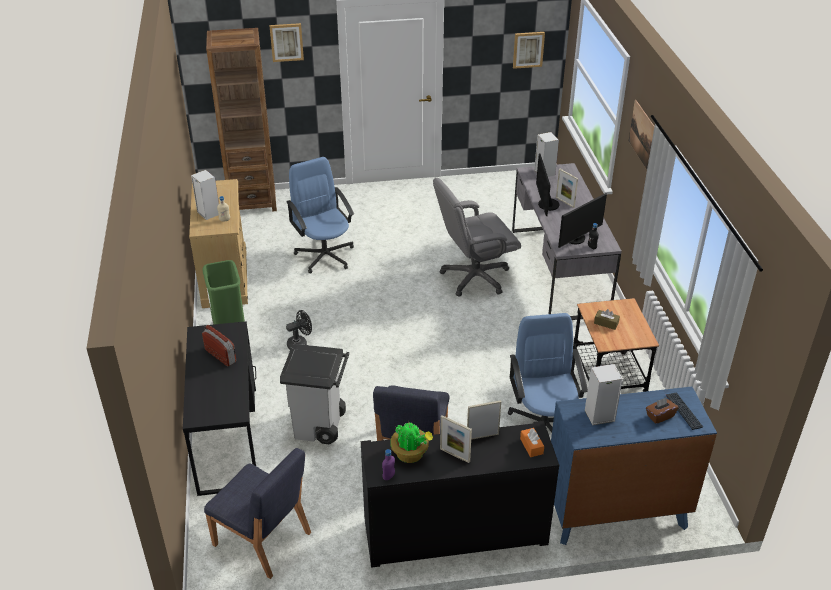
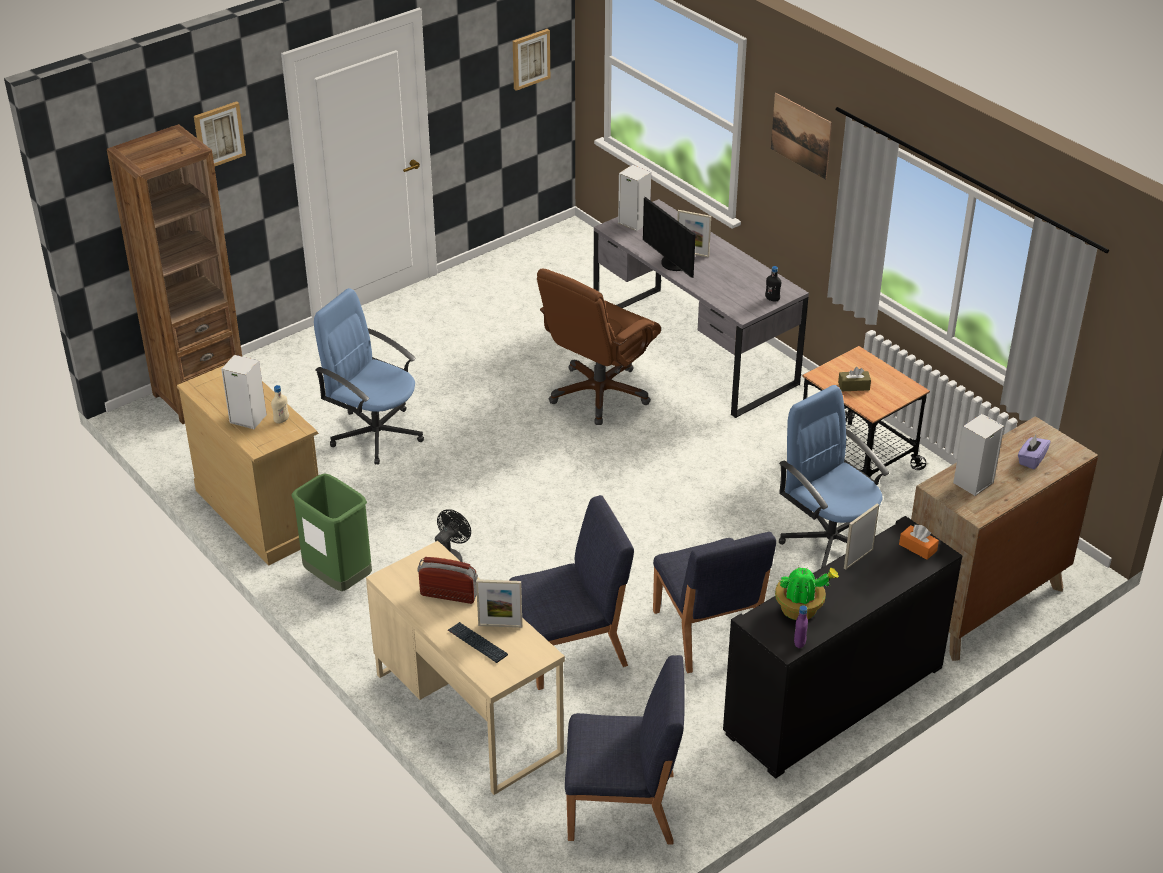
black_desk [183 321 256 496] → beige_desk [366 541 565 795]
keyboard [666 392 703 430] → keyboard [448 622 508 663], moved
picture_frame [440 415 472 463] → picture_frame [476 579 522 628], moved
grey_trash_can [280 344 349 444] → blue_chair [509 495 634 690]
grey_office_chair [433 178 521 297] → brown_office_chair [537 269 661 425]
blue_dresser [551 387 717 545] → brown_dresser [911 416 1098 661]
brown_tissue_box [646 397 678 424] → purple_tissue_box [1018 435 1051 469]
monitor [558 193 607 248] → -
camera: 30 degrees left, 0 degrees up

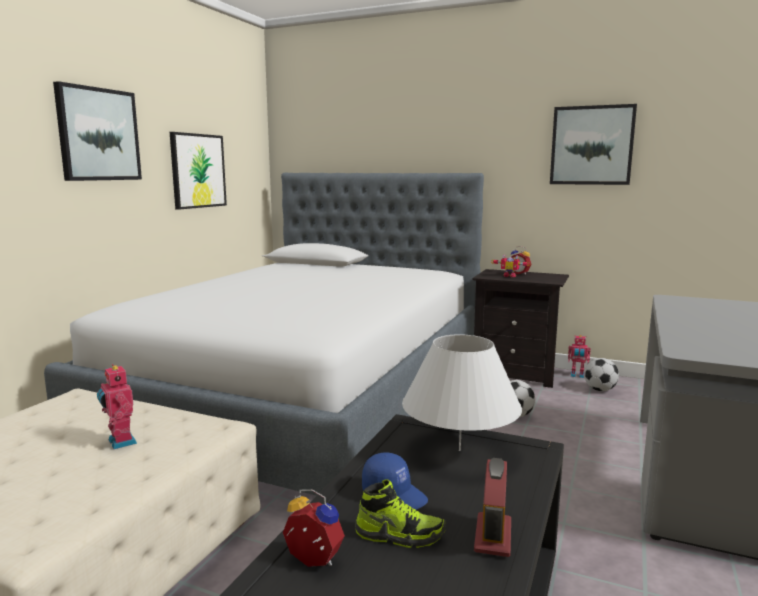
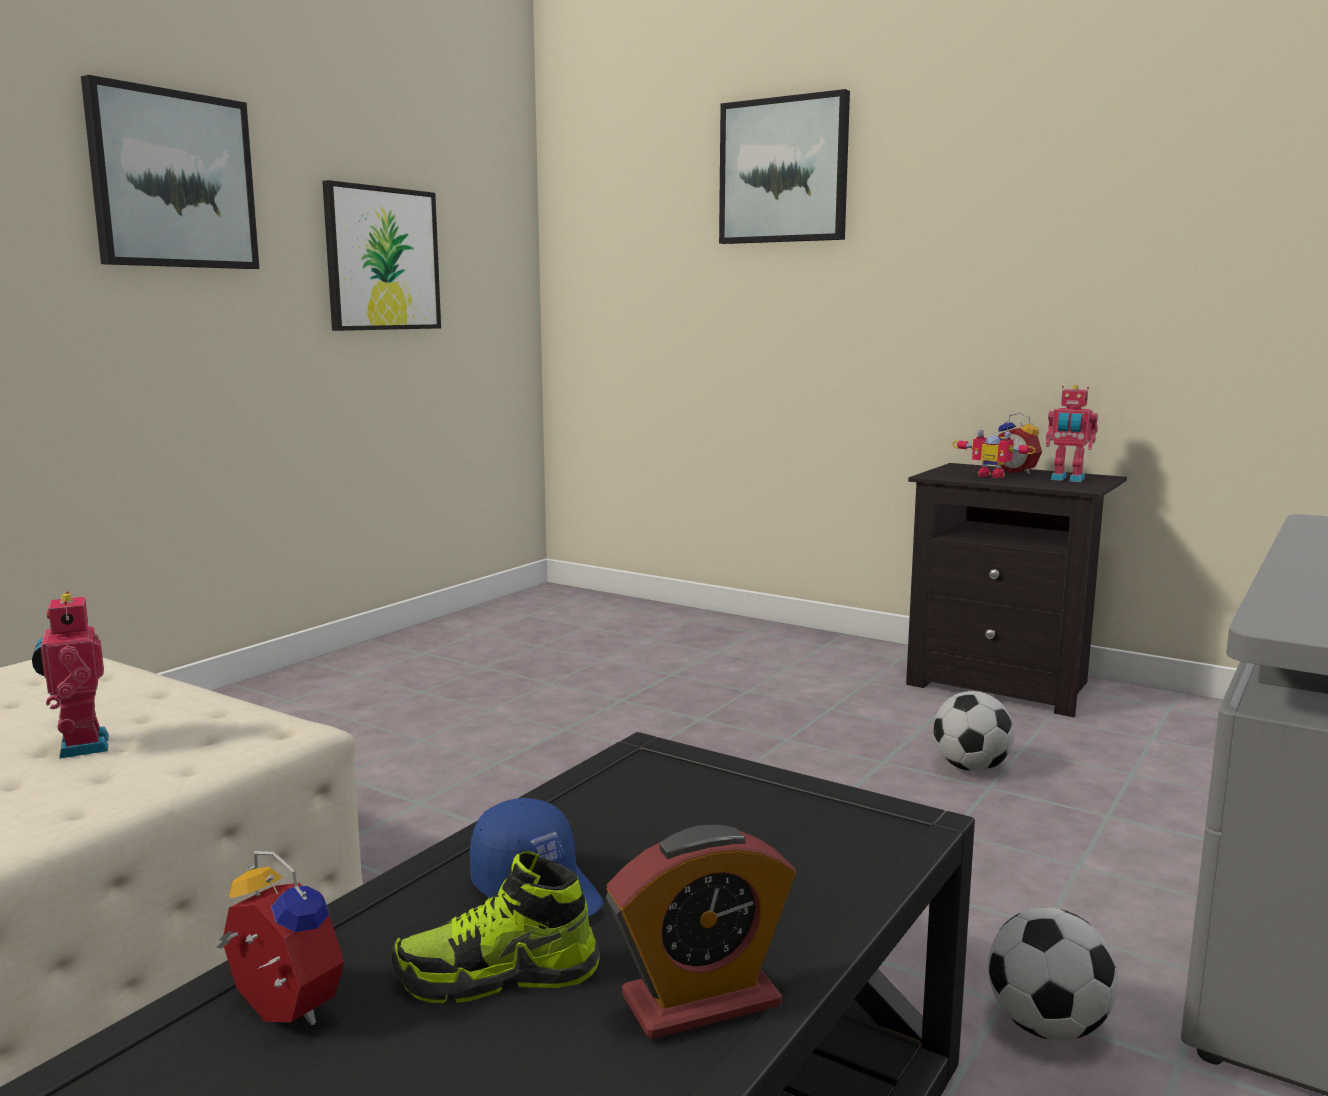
shoe [355 479 446 548] → shoe [391 851 600 1003], 150 degrees clockwise
alarm_clock [474 458 511 557] → alarm_clock [606 825 796 1039], 45 degrees clockwise
picture [550 104 637 185] → picture [719 89 850 244], moved
football [584 358 619 391] → football [988 907 1118 1041], moved
toy_robot [568 335 591 378] → toy_robot [1046 385 1098 482], moved
bed [44 173 484 496] → -
white_table_lamp [402 334 522 451] → -
camera: 10 degrees right, 0 degrees up

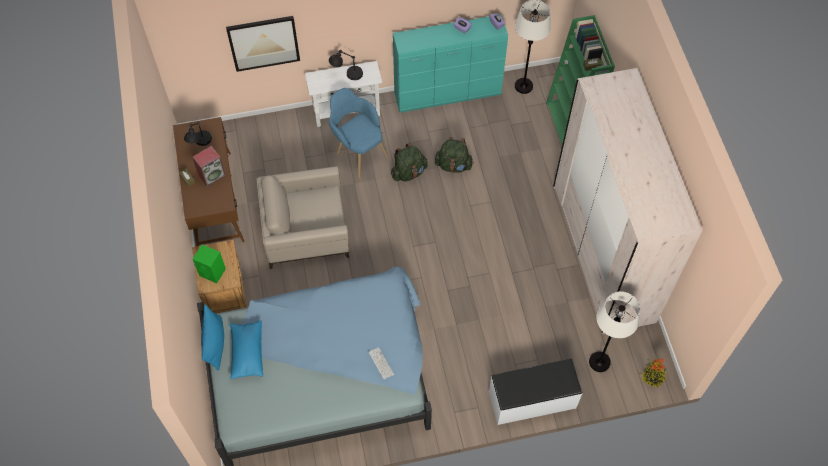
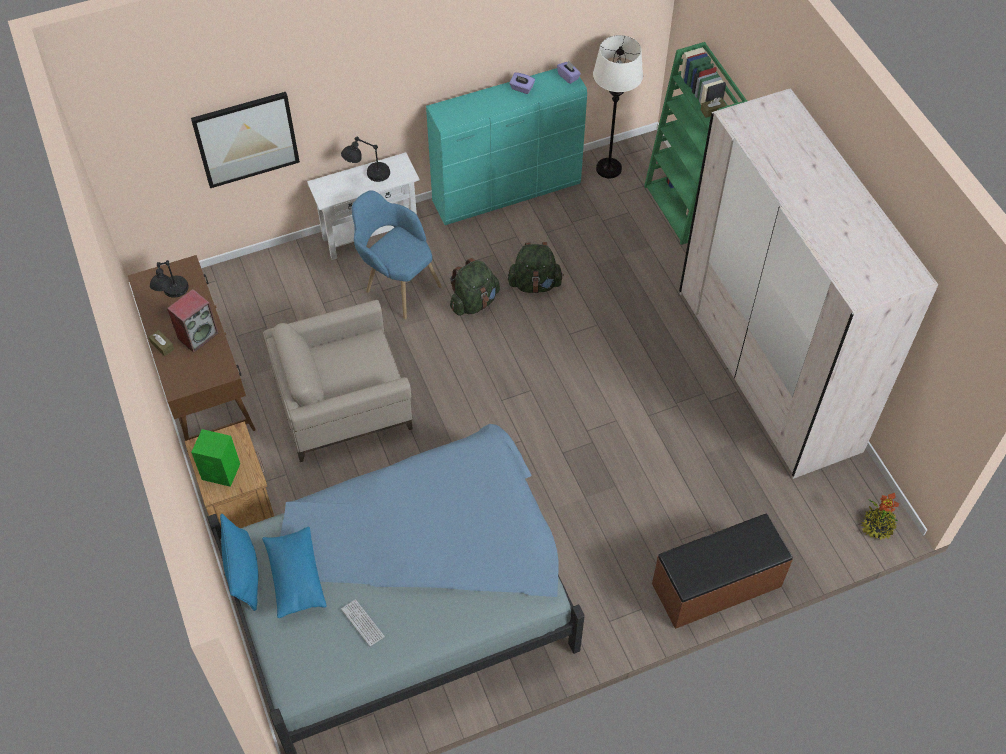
keyboard [369 347 394 379] → keyboard [341 599 385 646], moved
white_bench [489 359 583 425] → brown_bench [652 514 793 629]
white_floor_lamp [589 291 640 372] → -
camera: 10 degrees left, 5 degrees down

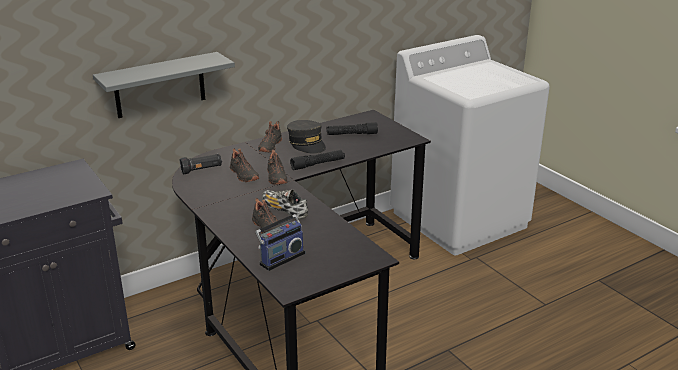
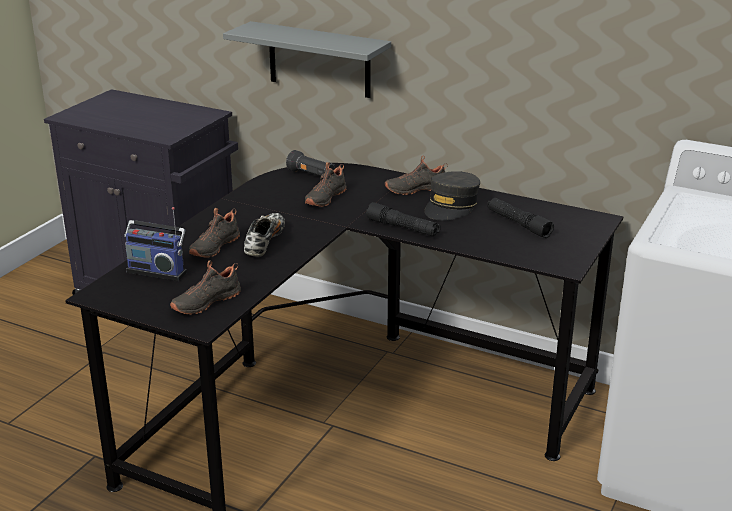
black_shoe [267 149 288 185] → black_shoe [170 260 241 315], moved
camera: 60 degrees right, 0 degrees up

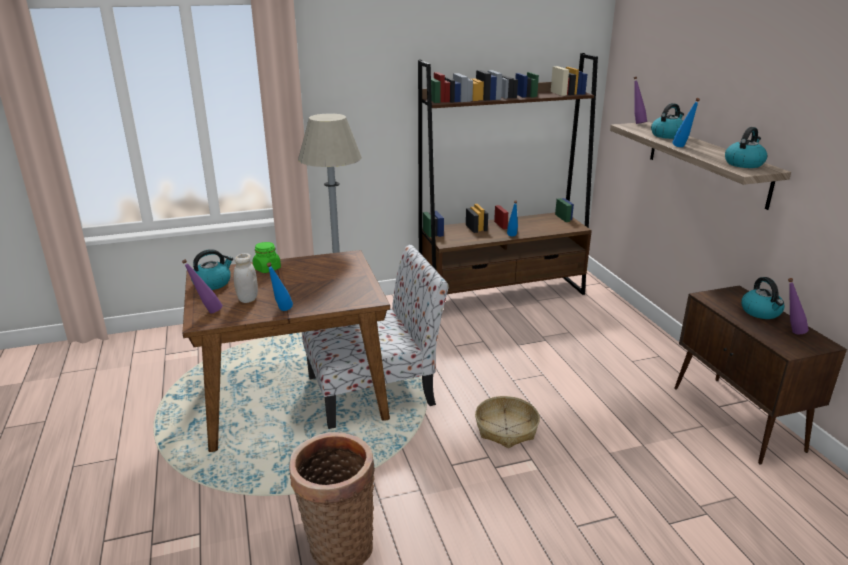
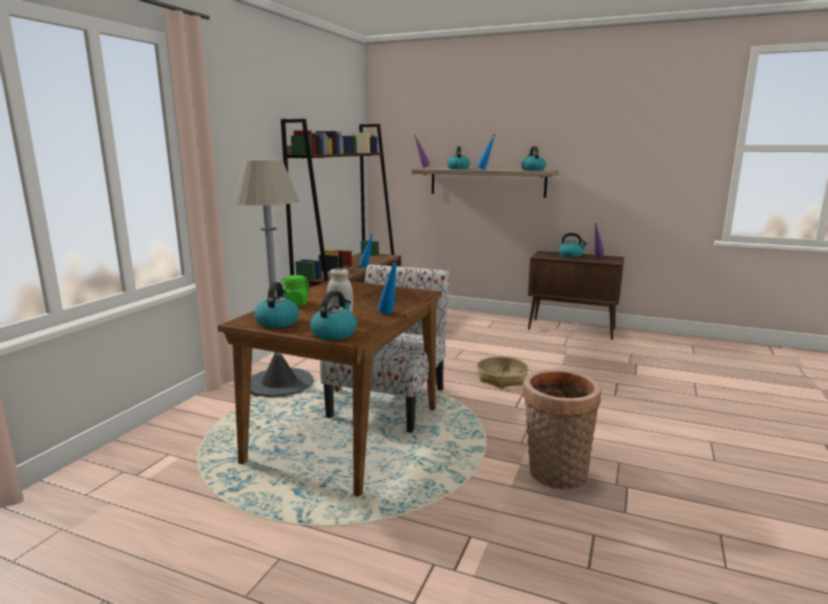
purple_bottle [182 259 223 313] → kettle [310 291 357 340]
camera: 50 degrees left, 10 degrees down

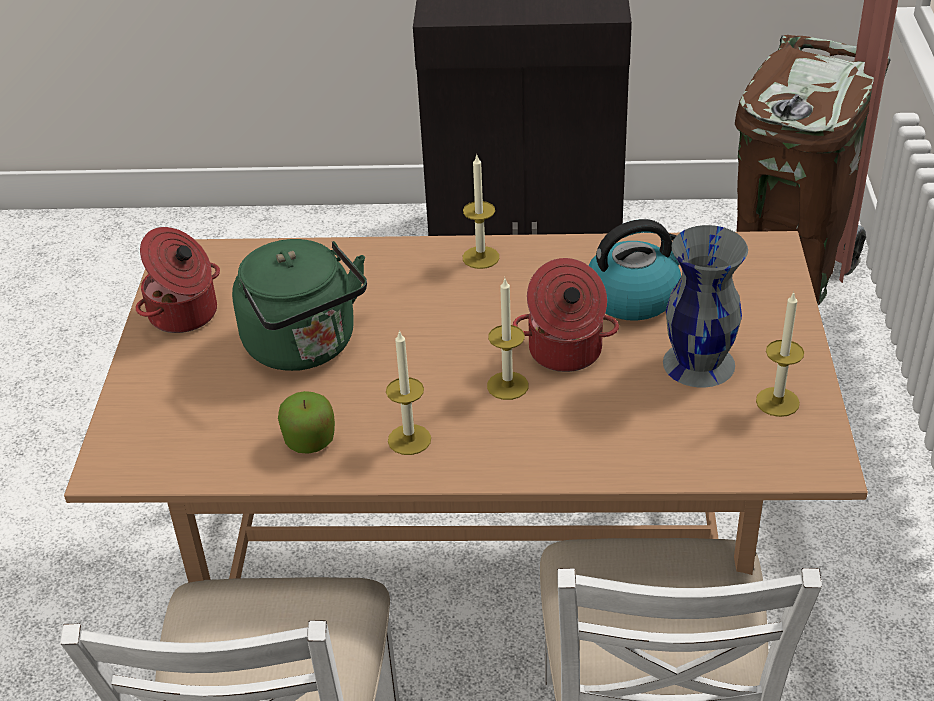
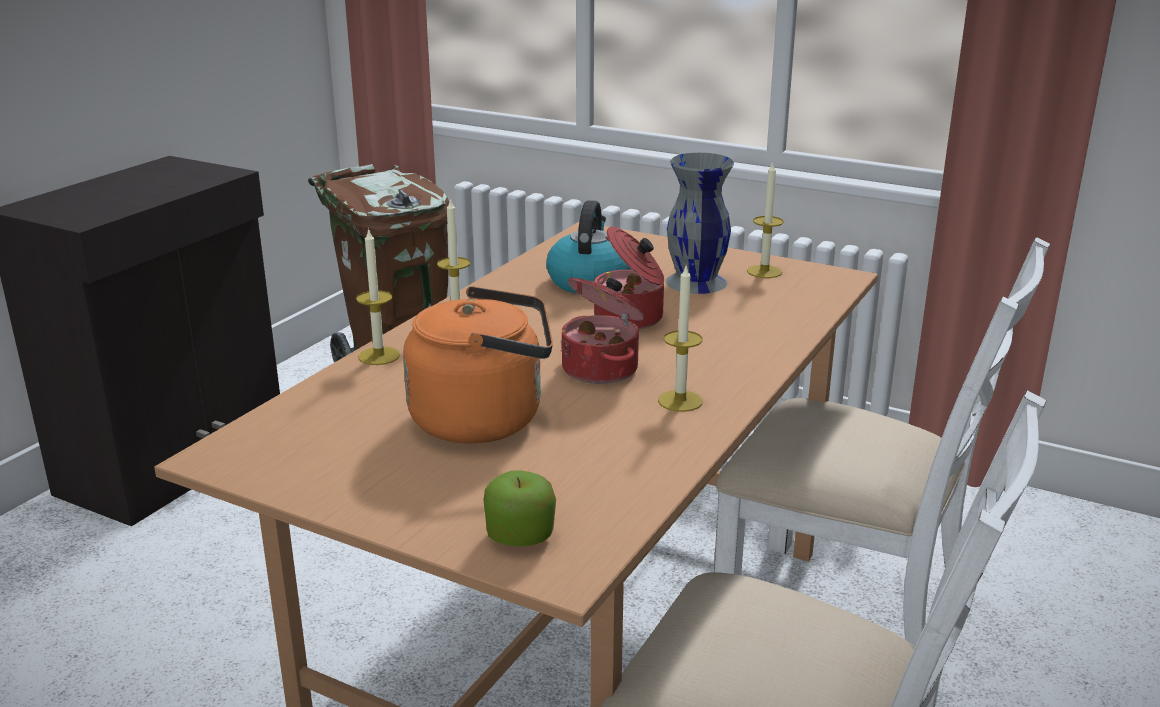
candle [487 279 528 400] → candle [356 228 400 365], moved
green_kettle [232 239 367 371] → orange_kettle [403 286 553 444]
apple [278 391 335 454] → apple [483 470 556 547], moved
cooking_pot [136 227 220 333] → cooking_pot [561 278 645 384], moved
camera: 65 degrees left, 15 degrees down

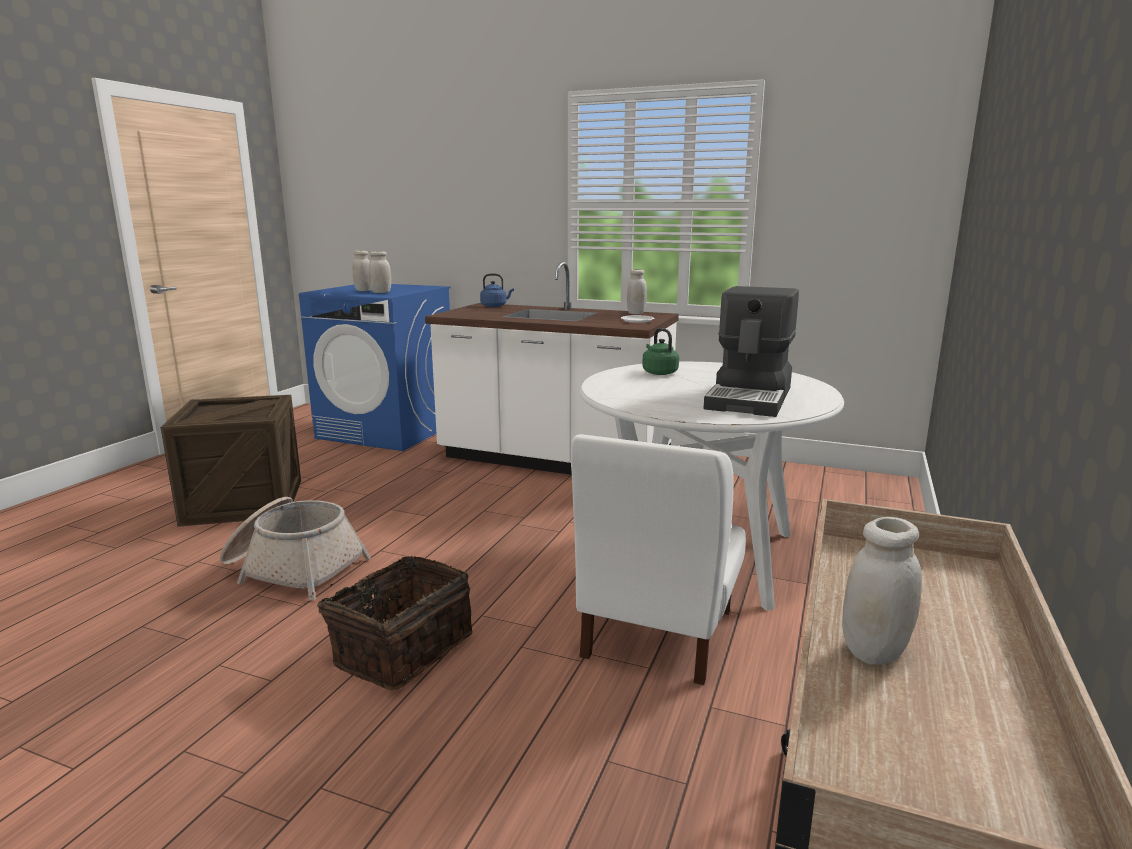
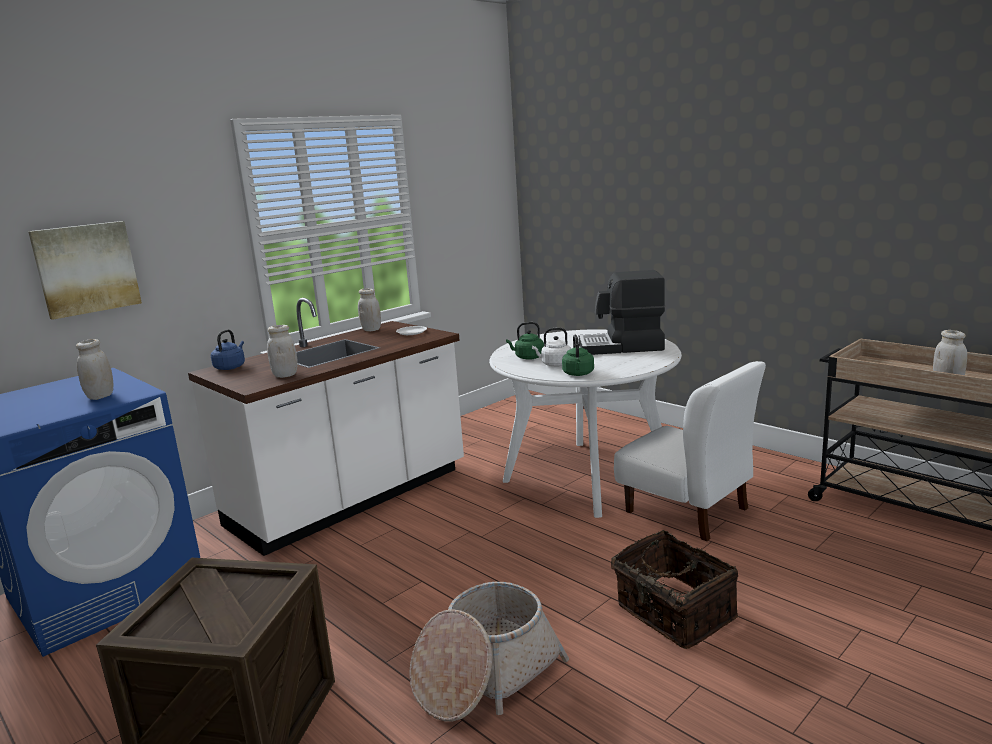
- → picture [28 221 142 320]
white_jar [352 250 371 291] → white_jar [267 325 298 378], moved
- → white_kettle [532 327 571 367]
- → green_kettle [562 334 594 376]
coffee_machine [704 286 799 417] → coffee_machine [579 270 665 355], 135 degrees clockwise
camera: 65 degrees left, 0 degrees up

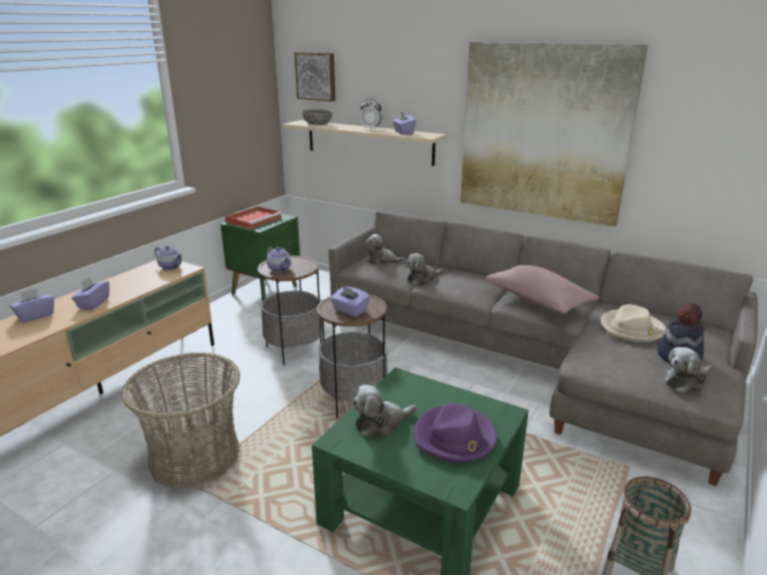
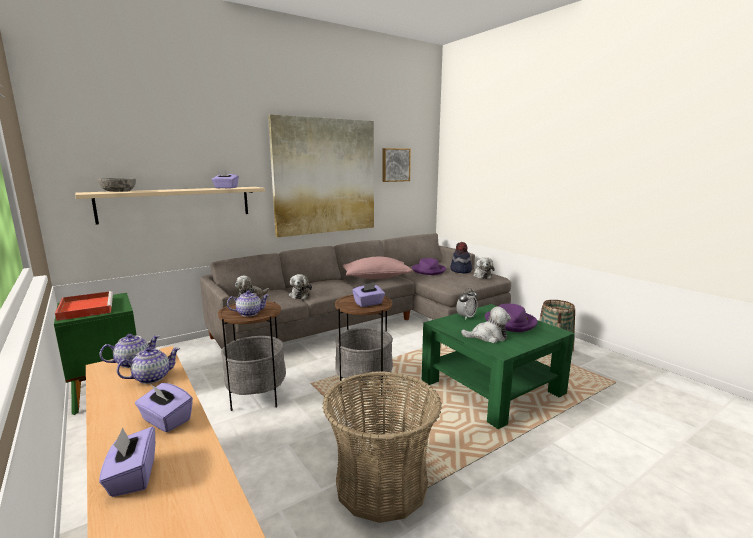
- → teapot [117 347 180 384]
picture [294 52 335 101] → picture [382 148 411 182], moved
beige_hat [601 304 666 342] → purple_hat [412 258 446 275]
alarm_clock [360 99 382 130] → alarm_clock [457 288 478 320], moved
plush_toy [352 385 417 437] → plush_toy [461 306 511 343], 90 degrees counterclockwise
camera: 65 degrees left, 10 degrees down

